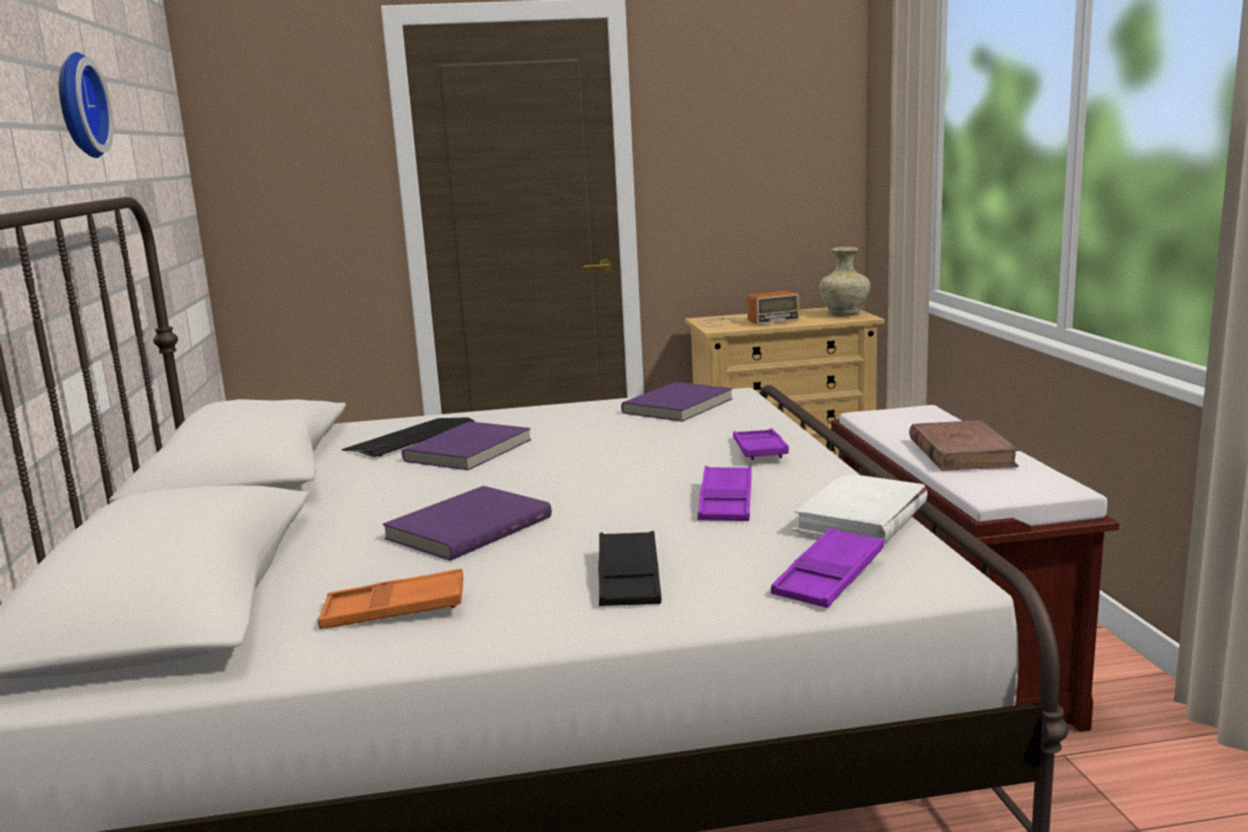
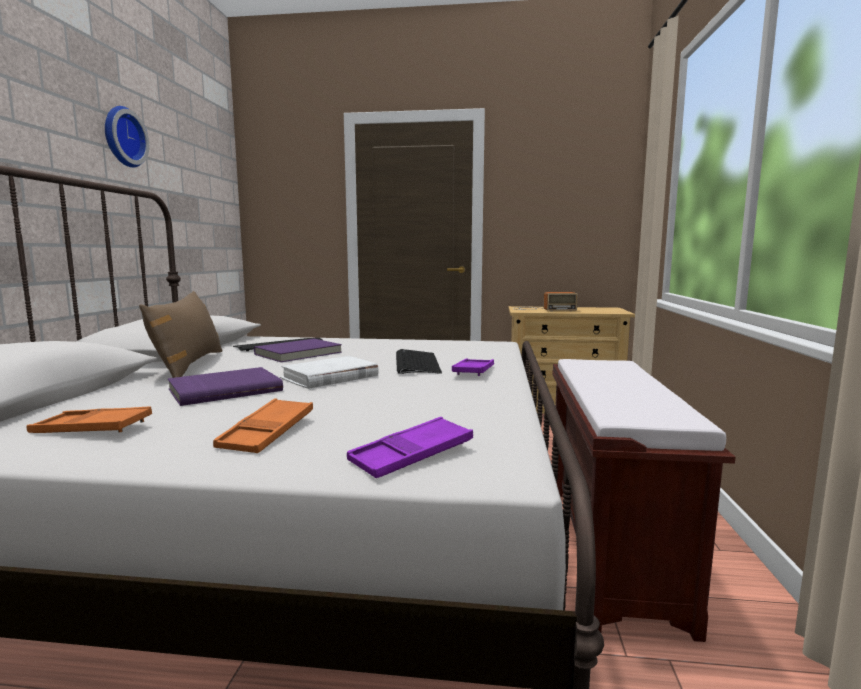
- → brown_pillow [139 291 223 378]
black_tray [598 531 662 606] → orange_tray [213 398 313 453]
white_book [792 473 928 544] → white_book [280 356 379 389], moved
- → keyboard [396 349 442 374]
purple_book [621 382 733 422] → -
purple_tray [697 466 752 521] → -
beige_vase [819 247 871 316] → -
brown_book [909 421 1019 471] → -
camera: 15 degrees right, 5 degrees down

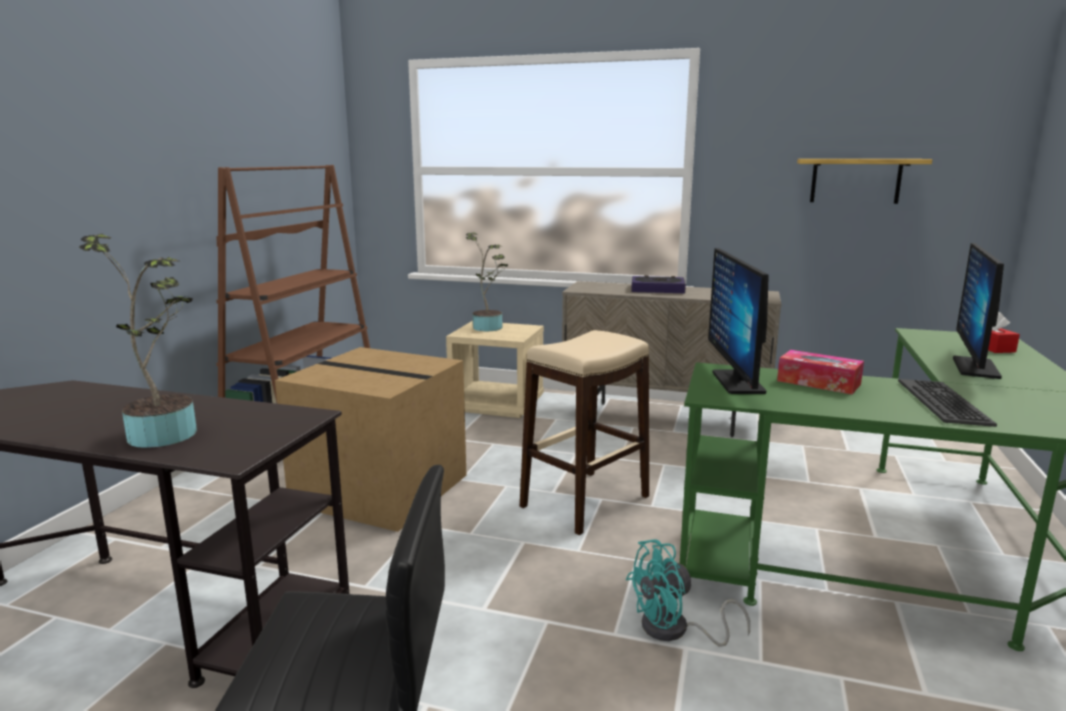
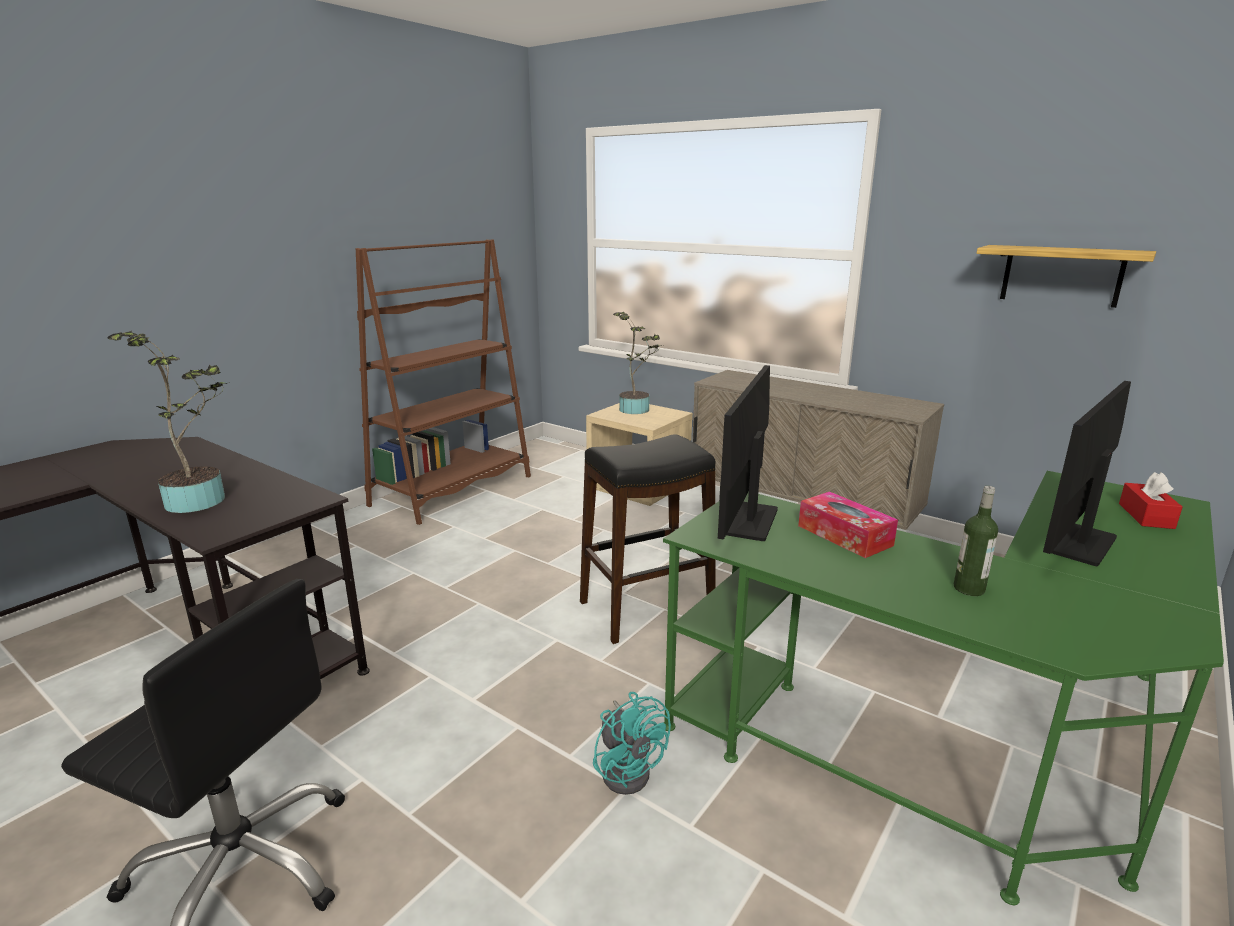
beige_stool [520 330 649 535] → black_stool [580 434 716 644]
turquoise_fan [626 539 750 647] → turquoise_fan [593 692 671 795], 120 degrees counterclockwise
keyboard [898 379 997 427] → bottle [954 486 998 596]
cardboard_box [275 347 466 532] → -
book [631 275 686 293] → -
camera: 20 degrees right, 5 degrees up

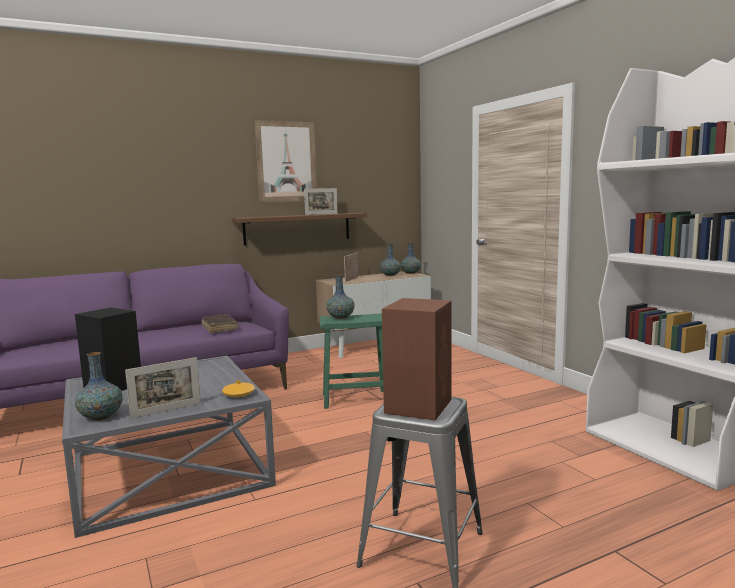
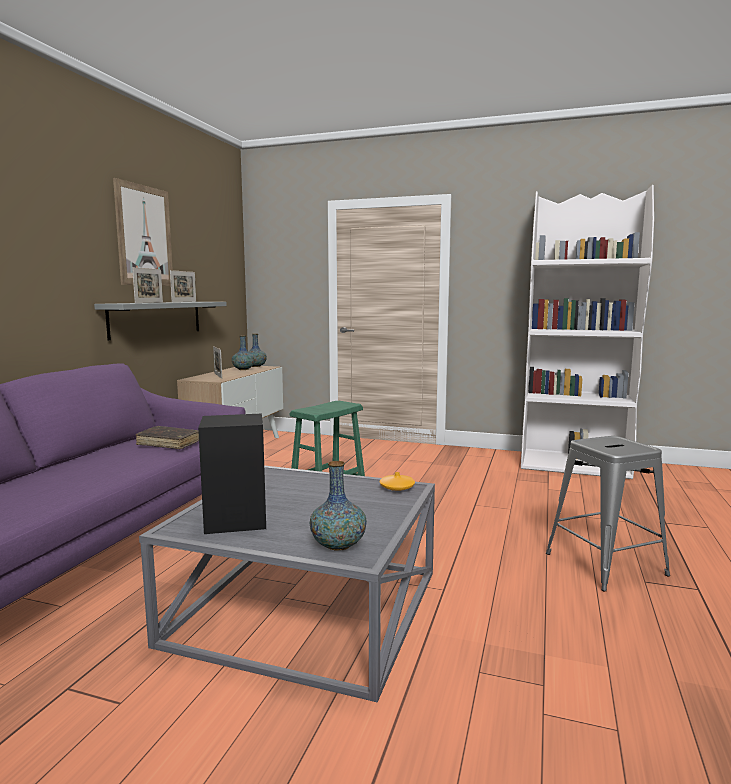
brown_shelf [232 213 367 246] → grey_shelf [94 302 227 340]
picture_frame [125 357 201 419] → picture_frame [132 267 163 303], moved
vase [326 274 355 319] → -
brown_speaker [382 298 452 421] → -
camera: 45 degrees left, 0 degrees up

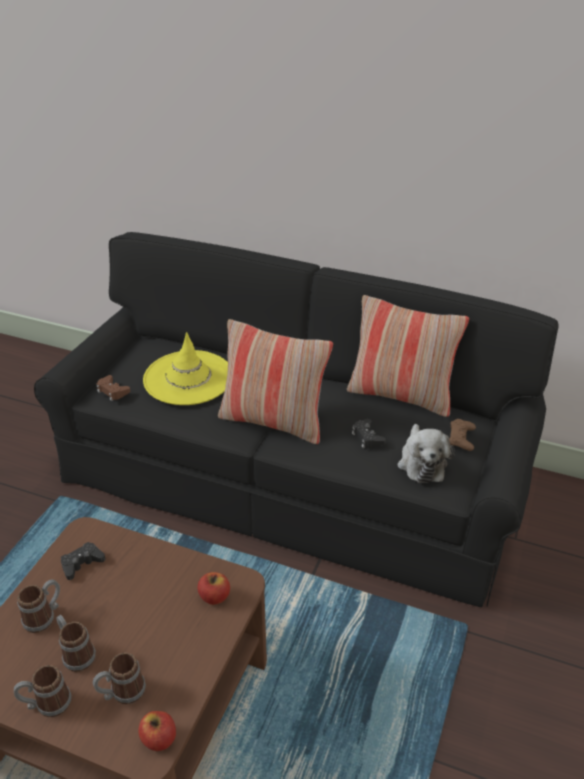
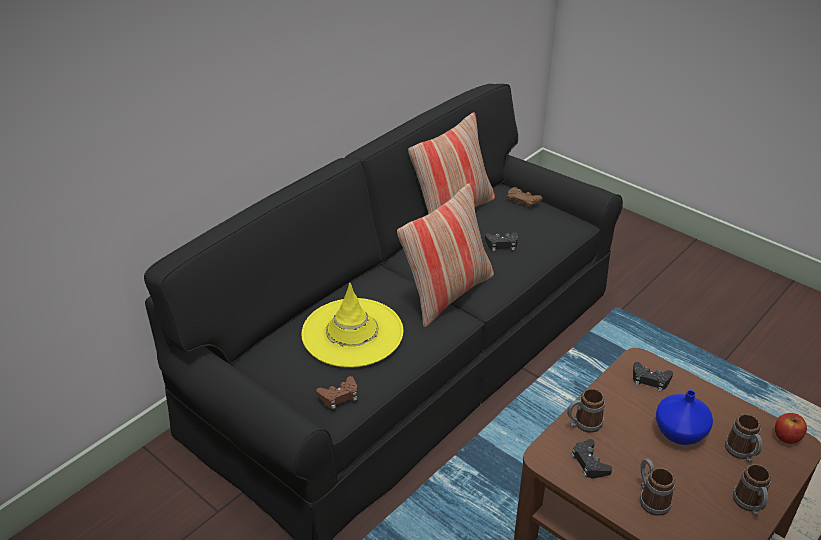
mug [56 615 96 672] → mug [567 388 605 433], moved
apple [197 572 230 605] → black_game_controller [633 362 673 392]
- → blue_vase [656 390 713 445]
plush_toy [397 424 455 483] → -
camera: 70 degrees left, 0 degrees up

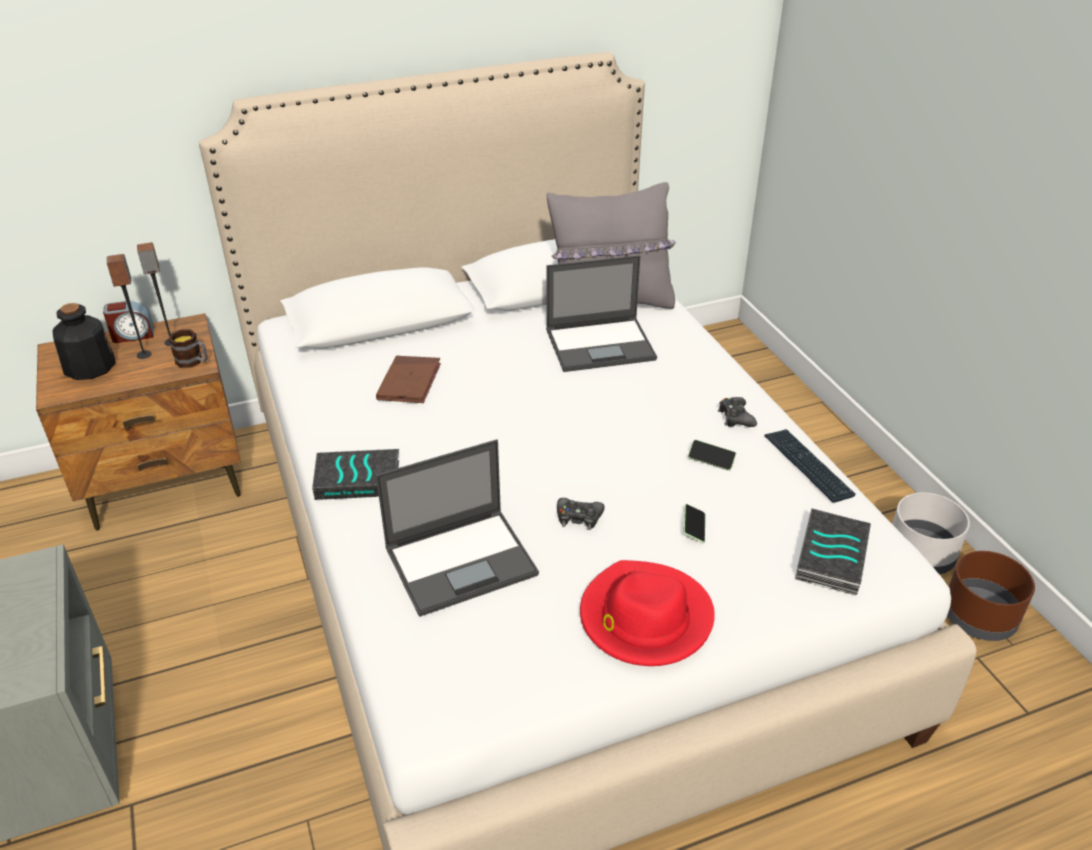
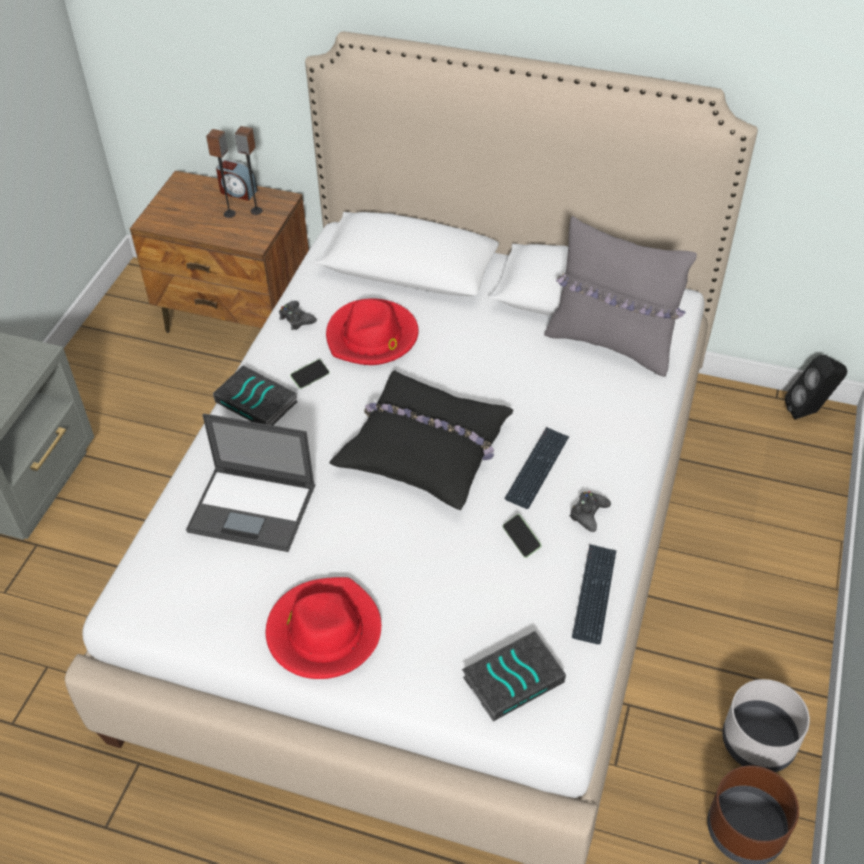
black_game_controller [557 498 605 530] → black_game_controller [279 301 317 330], moved
phone [683 504 705 543] → phone [290 359 330 389], moved
brown_book [376 355 441 403] → red_hat [326 298 419 365]
- → black_pillow [329 370 513 510]
- → keyboard [505 427 569 509]
- → black_speaker [785 355 847 419]
bottle [52 303 116 380] → -
mug [168 330 208 368] → -
laptop [546 255 657 372] → -
camera: 40 degrees right, 10 degrees up

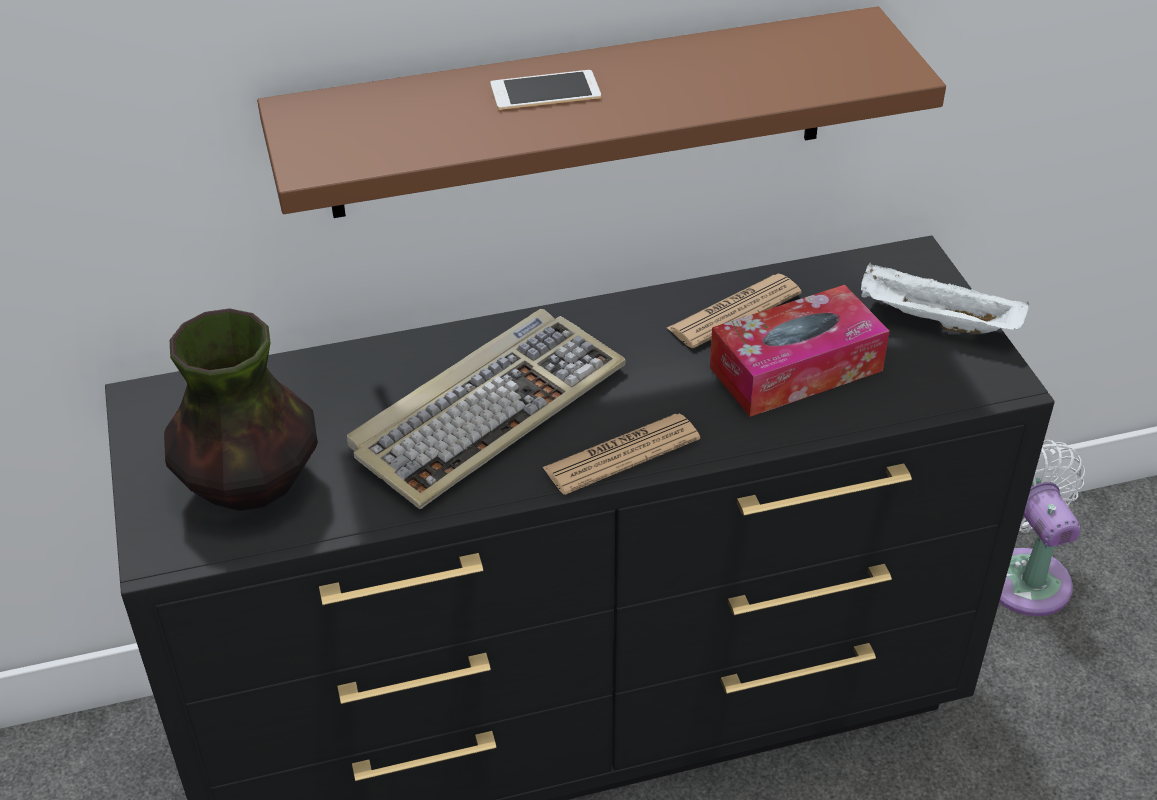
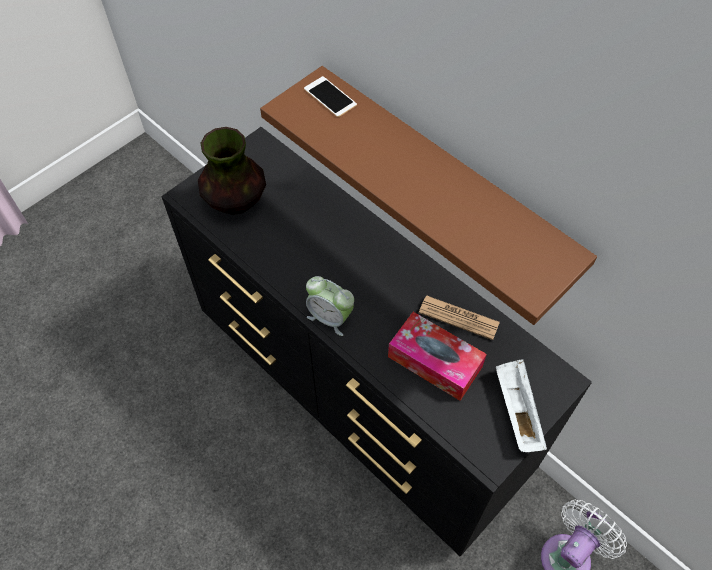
phone [490 70 601 110] → phone [304 76 357 117], moved
newspaper [542 413 700 495] → alarm_clock [306 276 354 336]
keyboard [347 309 626 509] → -
camera: 60 degrees right, 15 degrees up

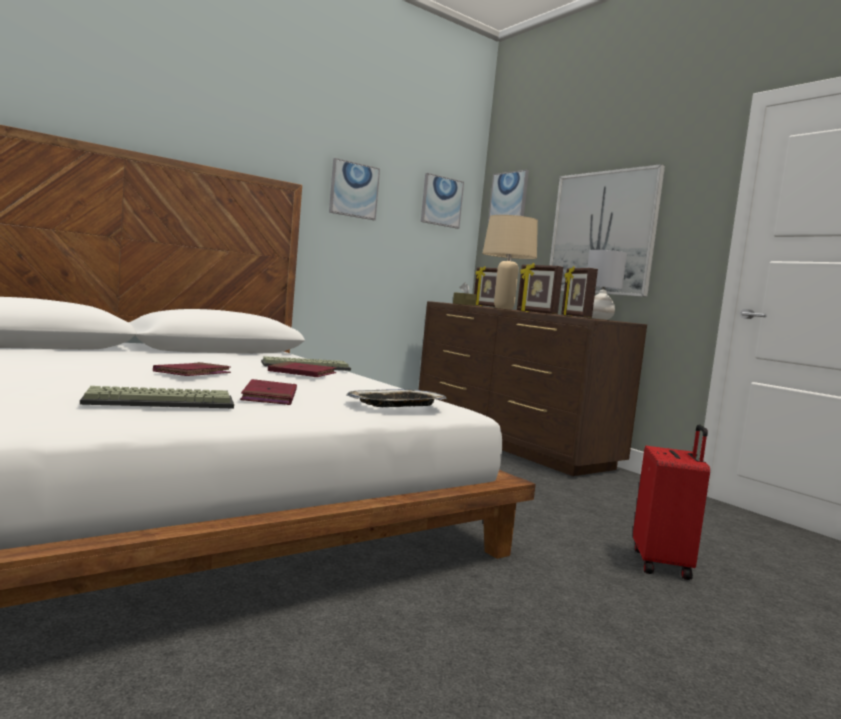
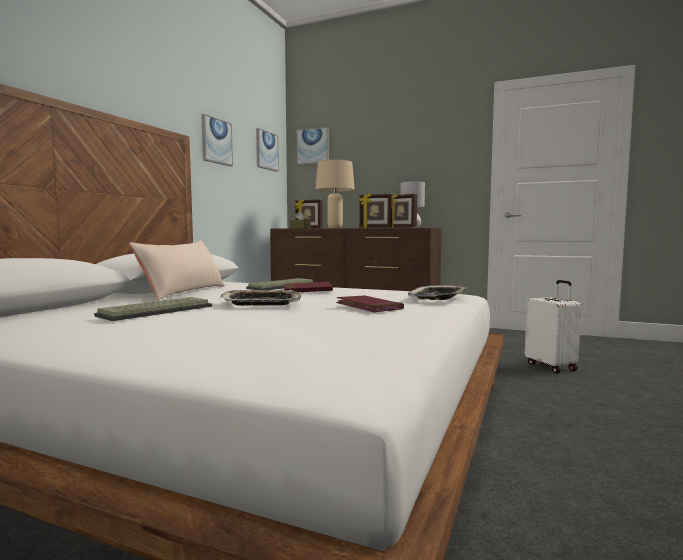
keyboard [80 386 234 409] → keyboard [94 297 212 321], moved
- → beige_pillow [129 241 225 300]
red_book [153 362 231 376] → tray [220 290 301 306]
red_suitcase [633 424 710 580] → white_suitcase [525 280 581 373]
picture [549 164 665 297] → -
camera: 30 degrees left, 0 degrees up

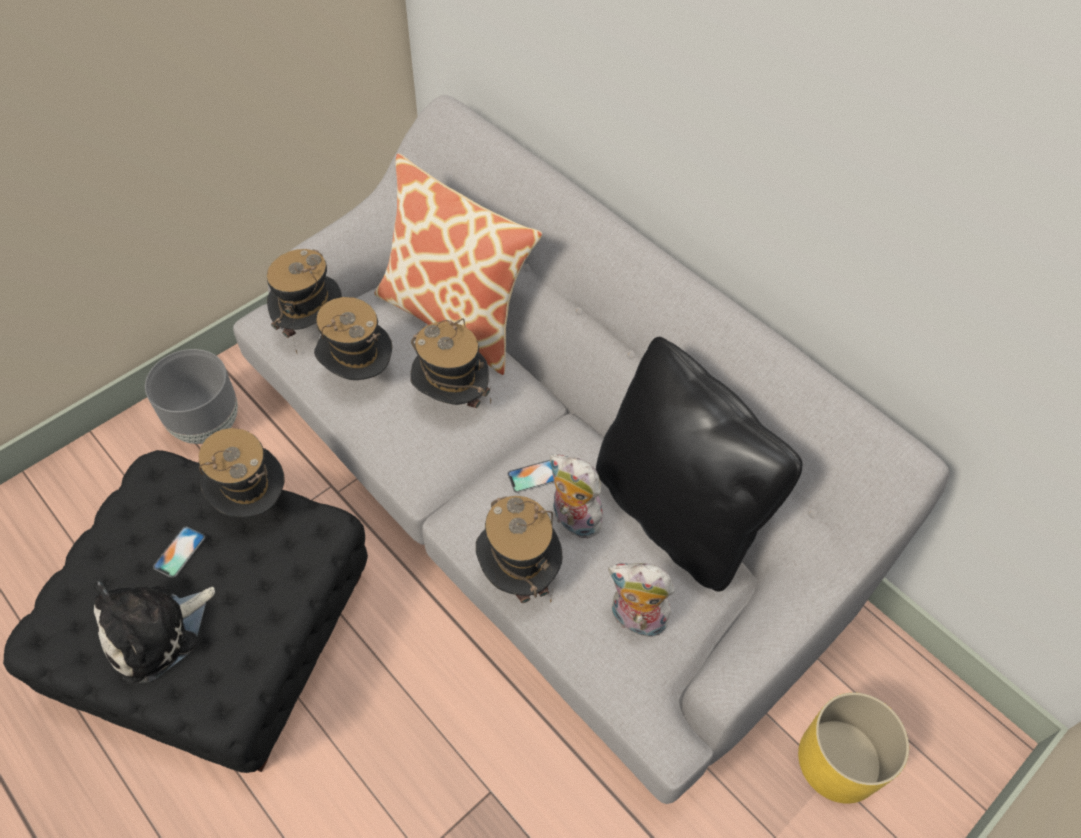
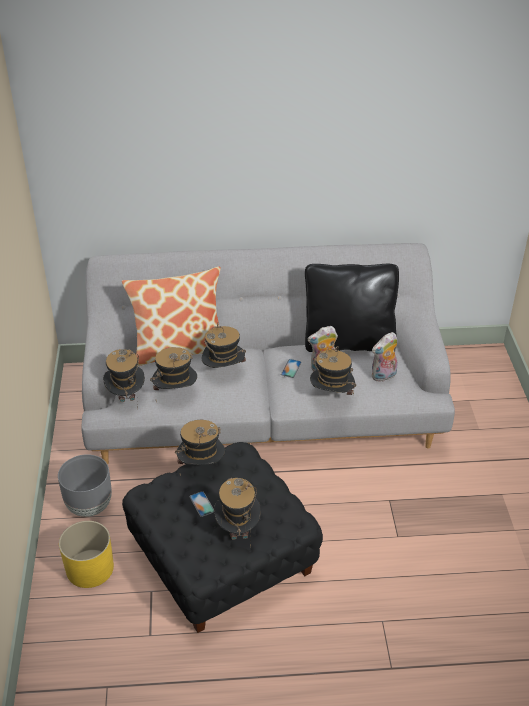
yellow_planter [798 692 909 804] → yellow_planter [59 521 114 588], moved
plush_toy [94 581 215 684] → hat [214 478 261 547]
camera: 50 degrees left, 15 degrees down

